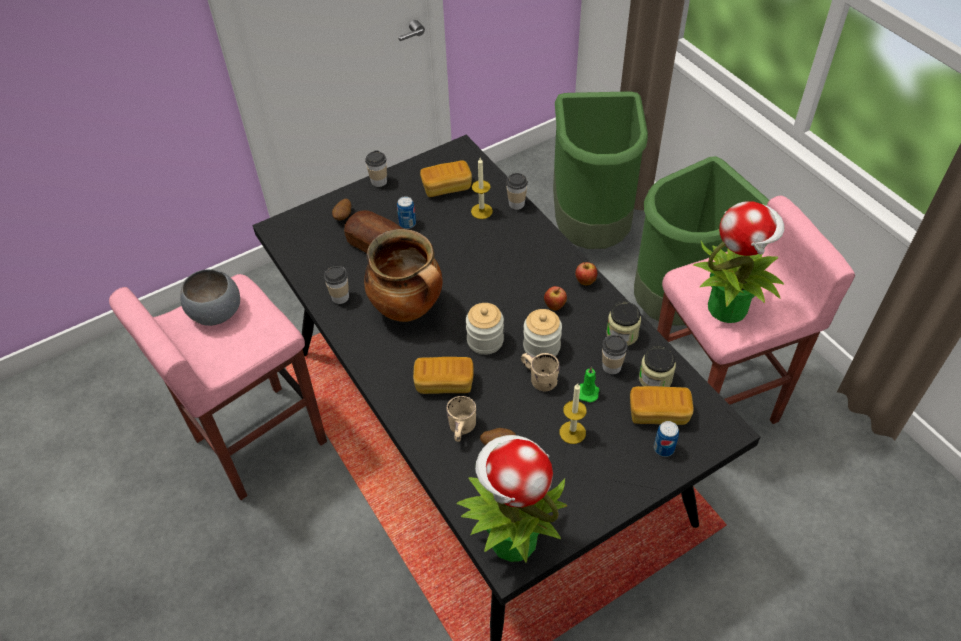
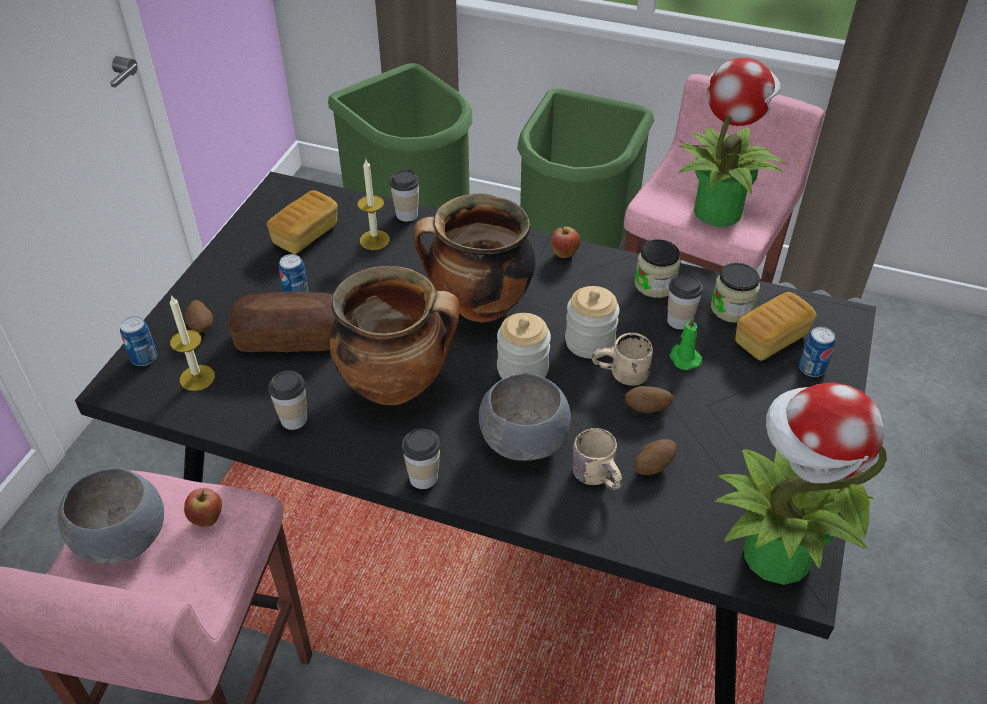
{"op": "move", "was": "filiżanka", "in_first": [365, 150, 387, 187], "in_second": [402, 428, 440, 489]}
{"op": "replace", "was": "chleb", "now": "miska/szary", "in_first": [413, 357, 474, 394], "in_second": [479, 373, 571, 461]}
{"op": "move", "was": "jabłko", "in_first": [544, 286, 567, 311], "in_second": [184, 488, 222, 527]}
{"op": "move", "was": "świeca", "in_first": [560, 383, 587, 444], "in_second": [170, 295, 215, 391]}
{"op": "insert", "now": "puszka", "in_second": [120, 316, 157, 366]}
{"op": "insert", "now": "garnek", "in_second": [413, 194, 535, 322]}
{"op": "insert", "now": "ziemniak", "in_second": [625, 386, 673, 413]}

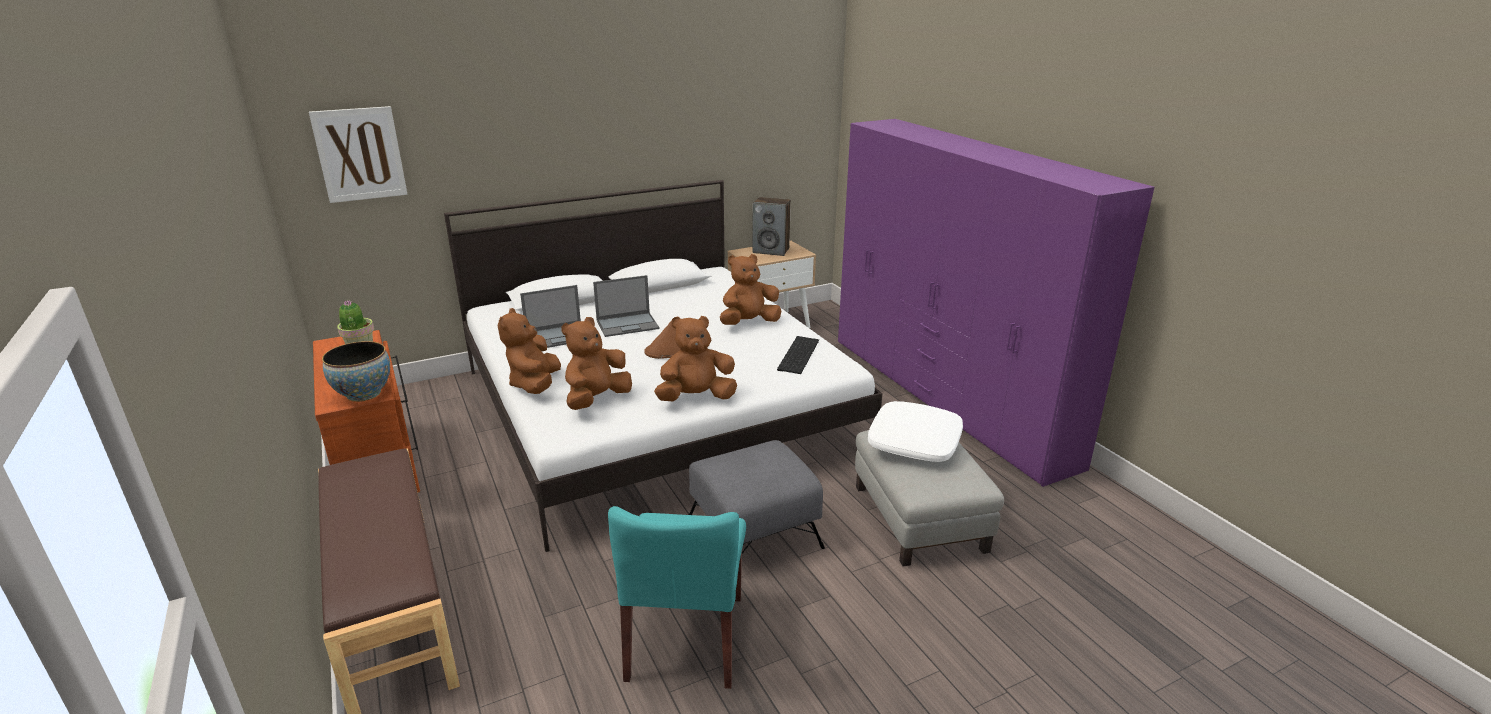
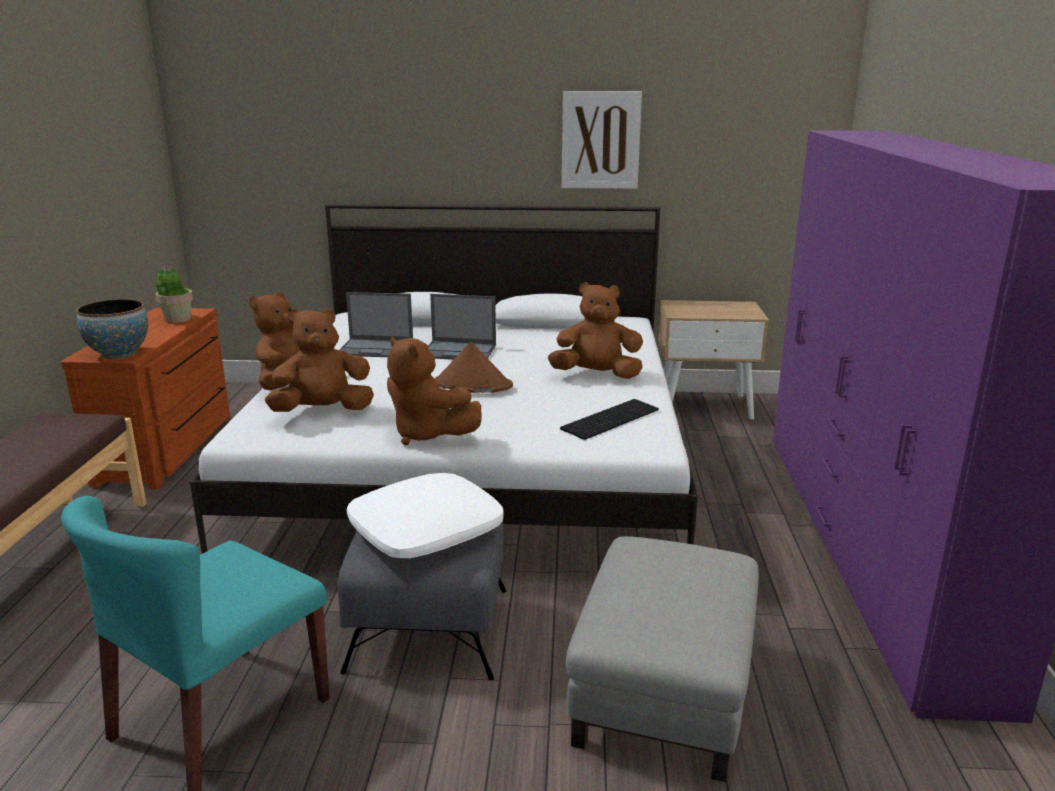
{"op": "move", "was": "obraz", "in_first": [309, 106, 408, 203], "in_second": [562, 91, 642, 189]}
{"op": "rotate", "was": "pluszak/brązowy", "in_first": [654, 316, 737, 401], "in_second": [387, 336, 481, 445], "clockwise": -150}
{"op": "delete", "was": "głośnik", "in_first": [752, 197, 791, 256]}
{"op": "move", "was": "poduszka/biały", "in_first": [868, 401, 963, 462], "in_second": [347, 473, 504, 558]}

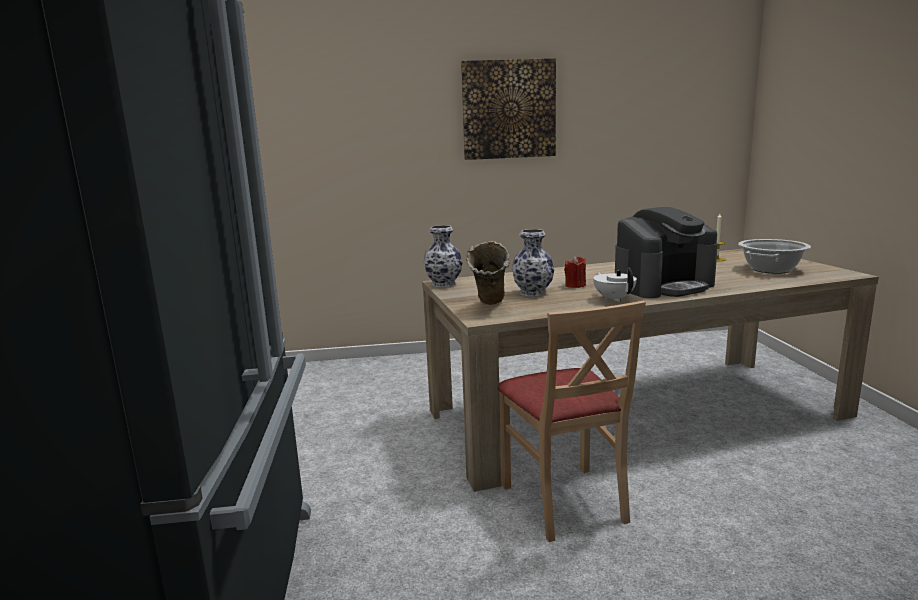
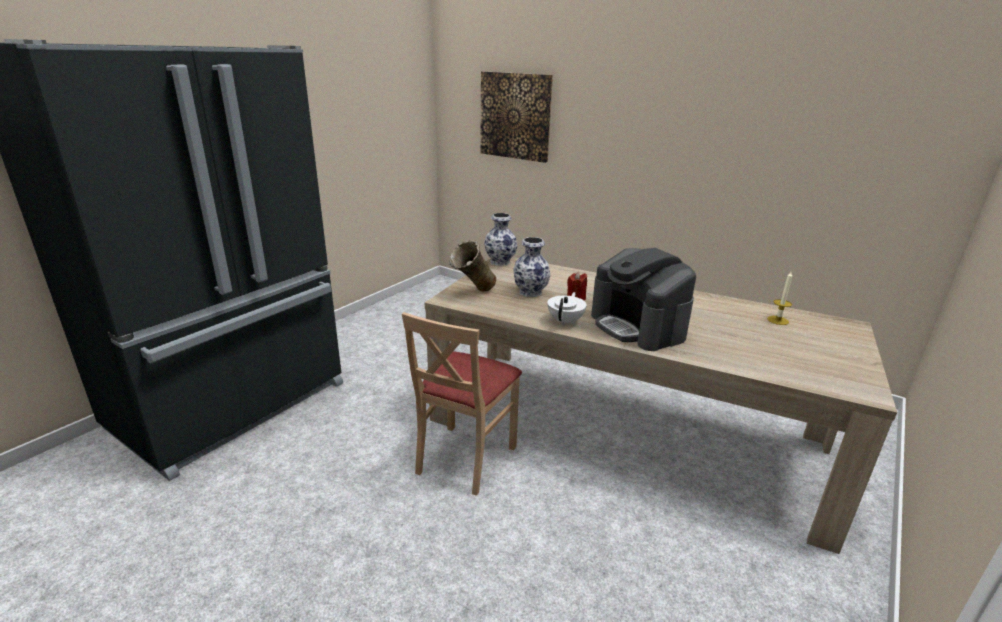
{"op": "move", "was": "obraz", "in_first": [461, 58, 556, 160], "in_second": [480, 71, 553, 163]}
{"op": "rotate", "was": "ekspres do kawy", "in_first": [615, 207, 718, 298], "in_second": [591, 248, 696, 351], "clockwise": 45}
{"op": "delete", "was": "garnek", "in_first": [738, 239, 811, 274]}

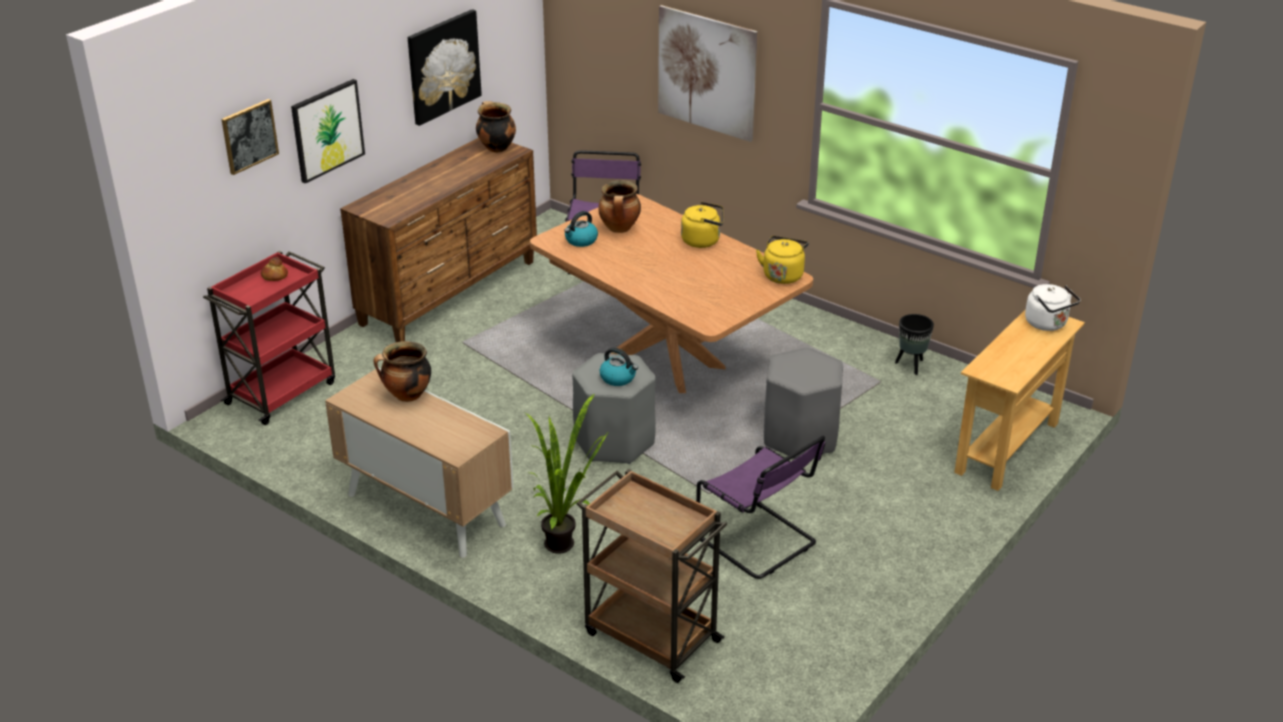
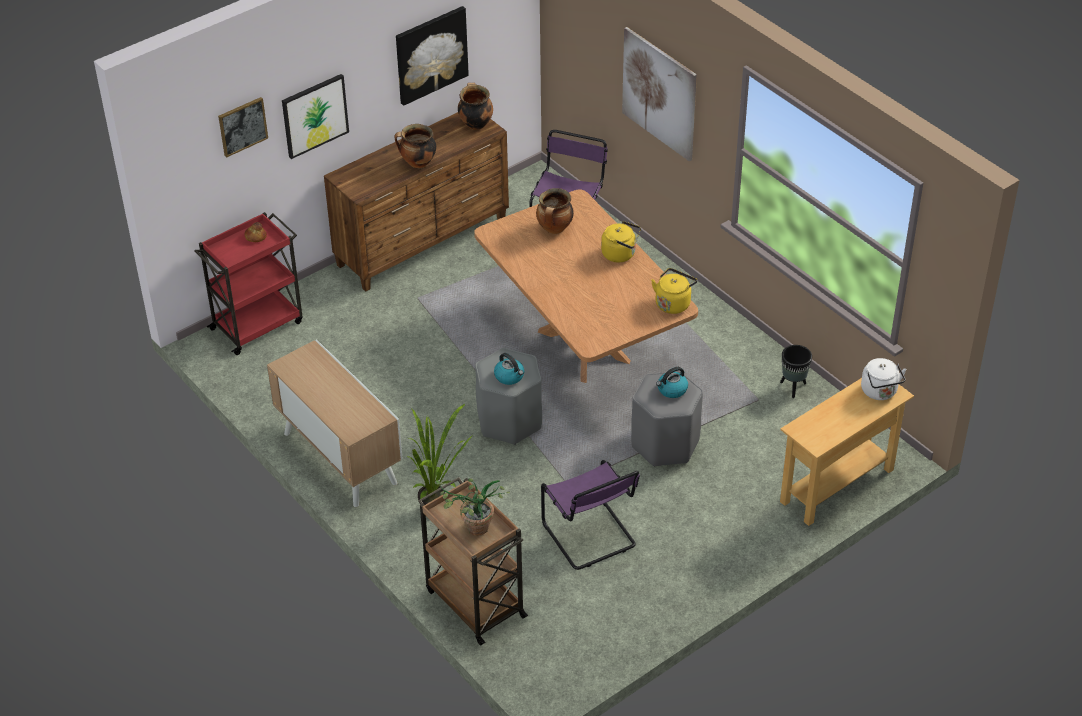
{"op": "move", "was": "garnek", "in_first": [373, 341, 431, 402], "in_second": [394, 124, 436, 169]}
{"op": "move", "was": "czajnik", "in_first": [564, 211, 598, 247], "in_second": [656, 367, 688, 398]}
{"op": "insert", "now": "roślina doniczkowa", "in_second": [435, 478, 510, 536]}

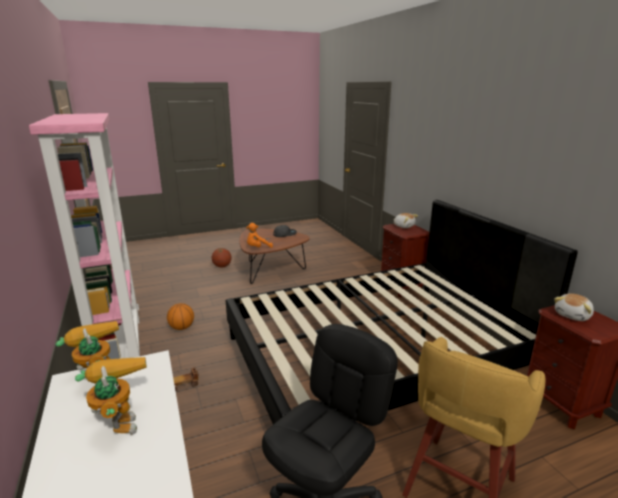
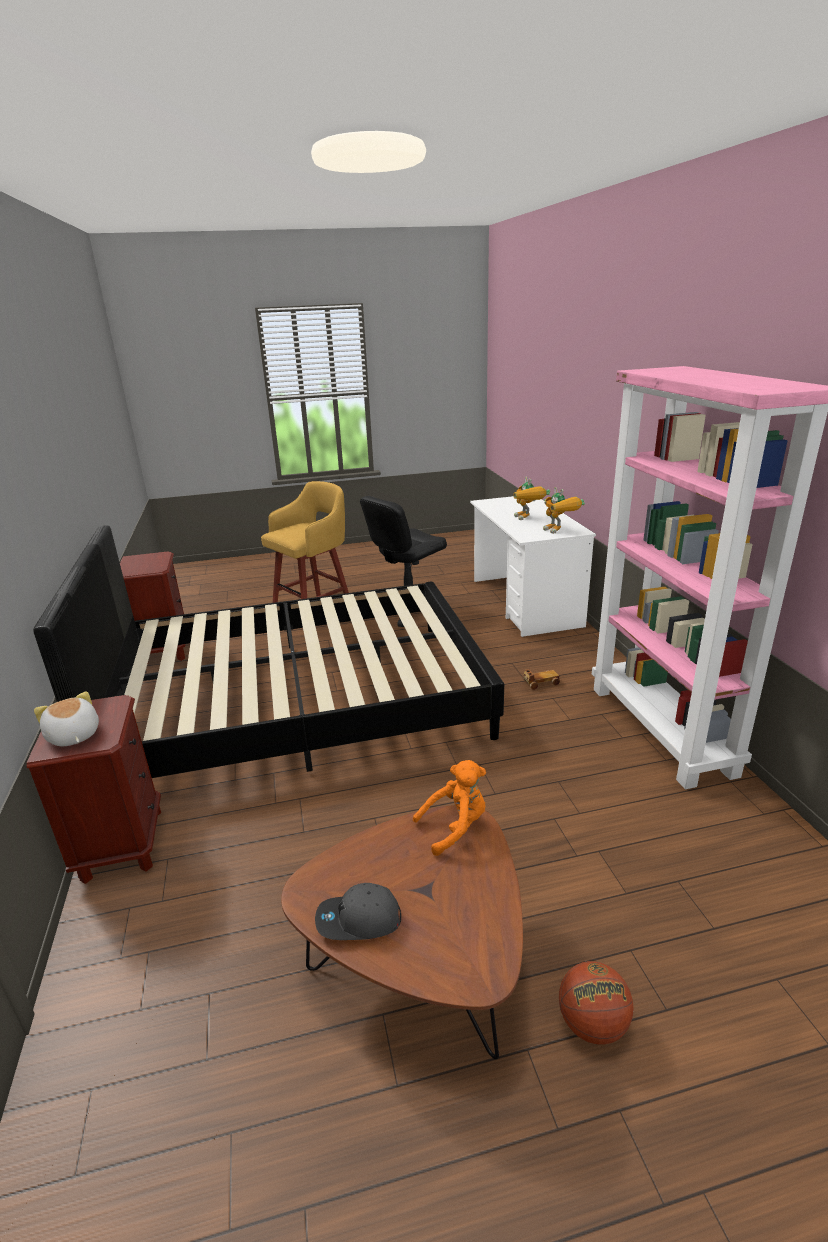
{"op": "delete", "was": "piłka do koszykówki", "in_first": [167, 303, 194, 330]}
{"op": "delete", "was": "pluszak", "in_first": [554, 293, 594, 321]}

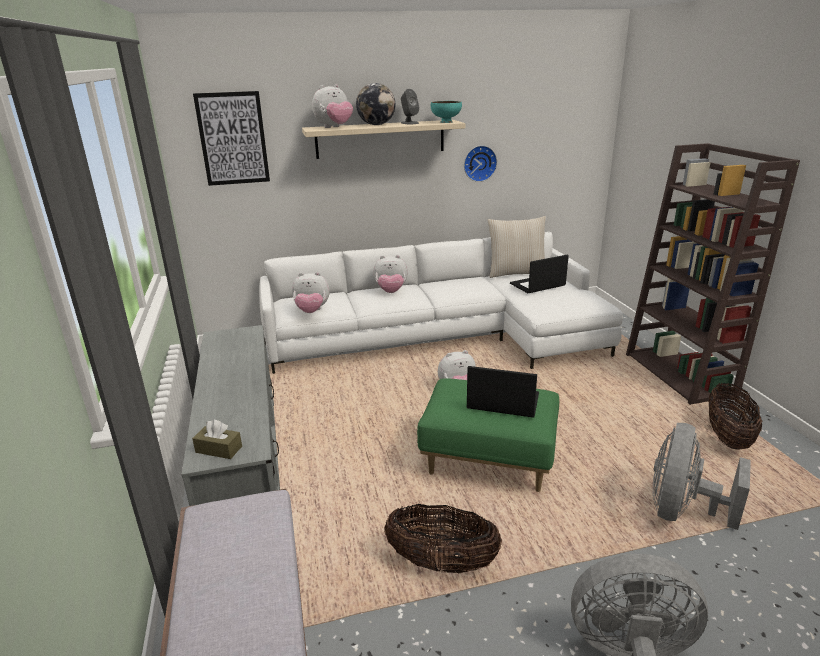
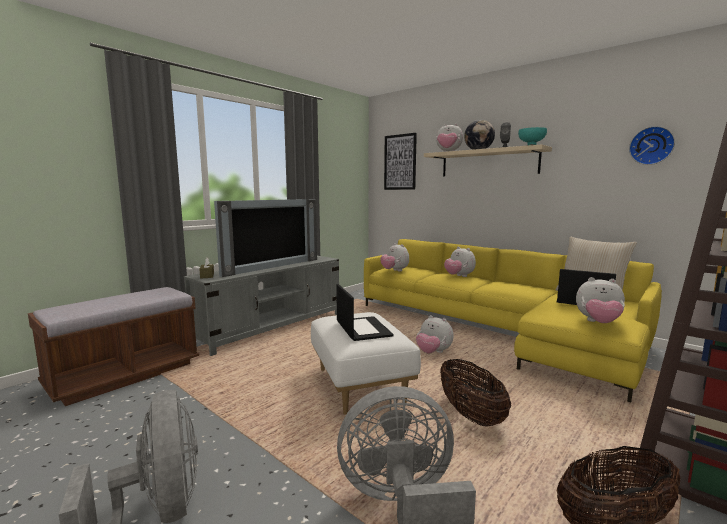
{"op": "recolor", "was": "kanapa/biały", "now": "kanapa/żółty", "in_first": [259, 232, 623, 374], "in_second": [364, 239, 662, 402]}
{"op": "move", "was": "koszyk", "in_first": [384, 504, 502, 573], "in_second": [440, 359, 511, 427]}
{"op": "recolor", "was": "pufa/zielony", "now": "pufa/biały", "in_first": [417, 379, 559, 492], "in_second": [311, 312, 421, 415]}
{"op": "move", "was": "zegar ścienny", "in_first": [464, 145, 497, 182], "in_second": [629, 126, 675, 165]}
{"op": "insert", "now": "telewizor", "in_second": [214, 199, 317, 277]}
{"op": "insert", "now": "pluszak", "in_second": [576, 277, 625, 323]}

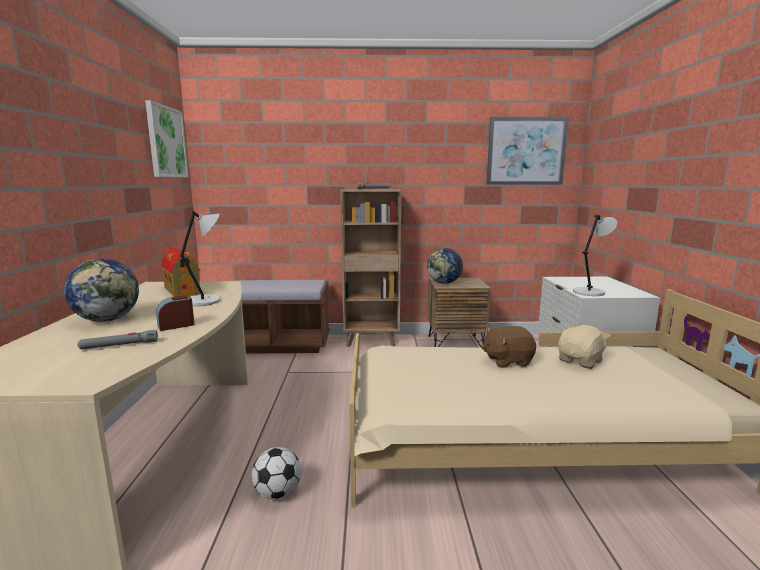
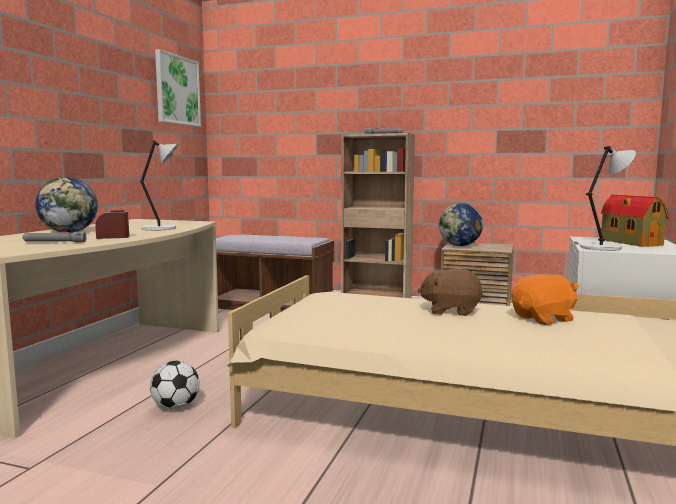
{"op": "move", "was": "domek", "in_first": [161, 248, 200, 297], "in_second": [601, 195, 669, 247]}
{"op": "delete", "was": "obraz", "in_first": [486, 117, 569, 185]}
{"op": "recolor", "was": "pluszak/beżowy", "now": "pluszak/pomarańczowy", "in_first": [558, 325, 611, 369], "in_second": [512, 275, 580, 325]}

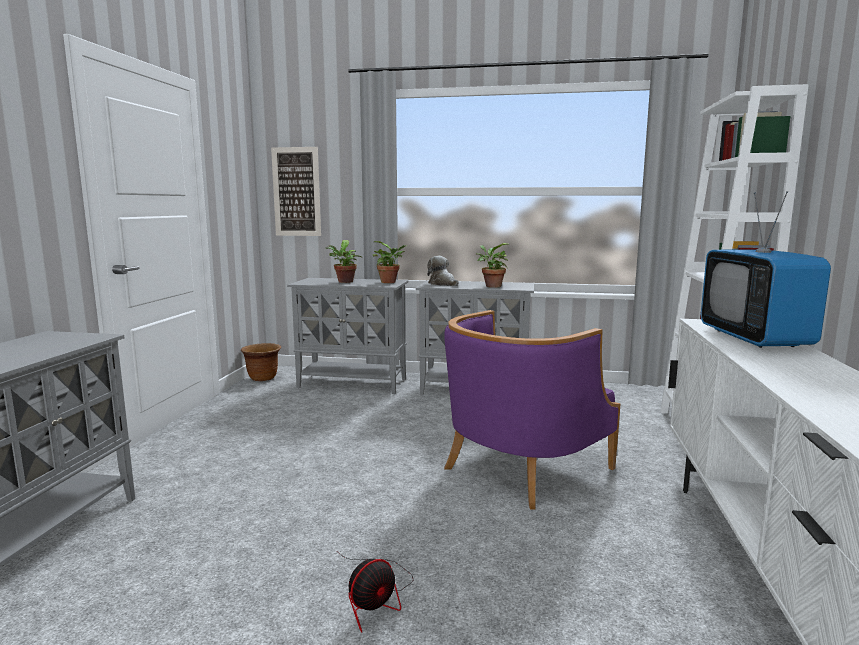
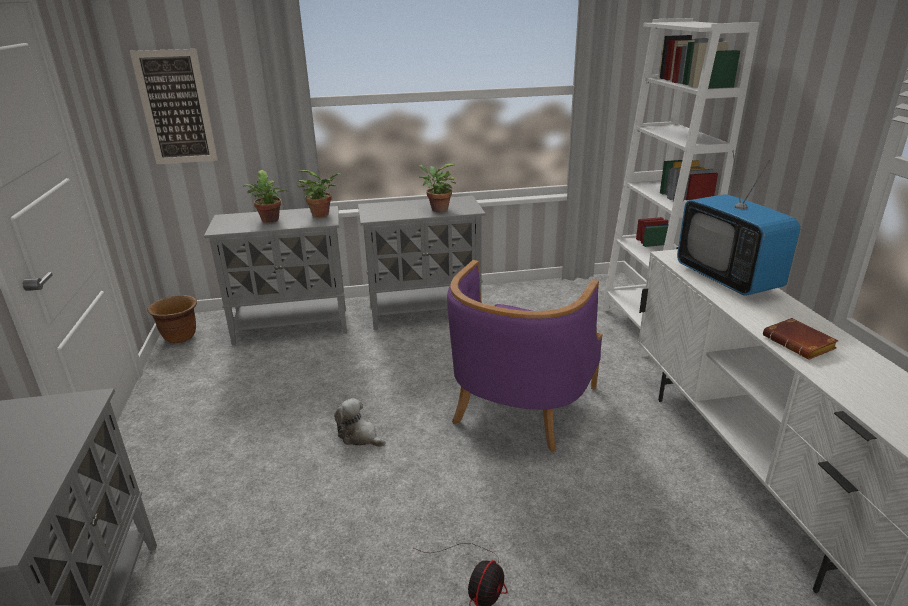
{"op": "move", "was": "pluszak", "in_first": [427, 256, 459, 286], "in_second": [334, 398, 386, 447]}
{"op": "insert", "now": "książka/brązowy", "in_second": [763, 318, 839, 360]}

